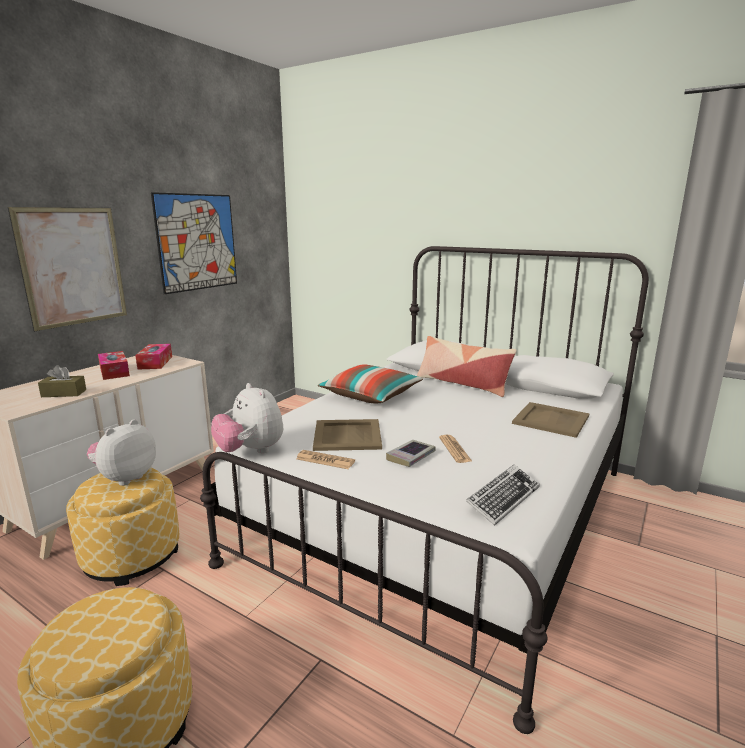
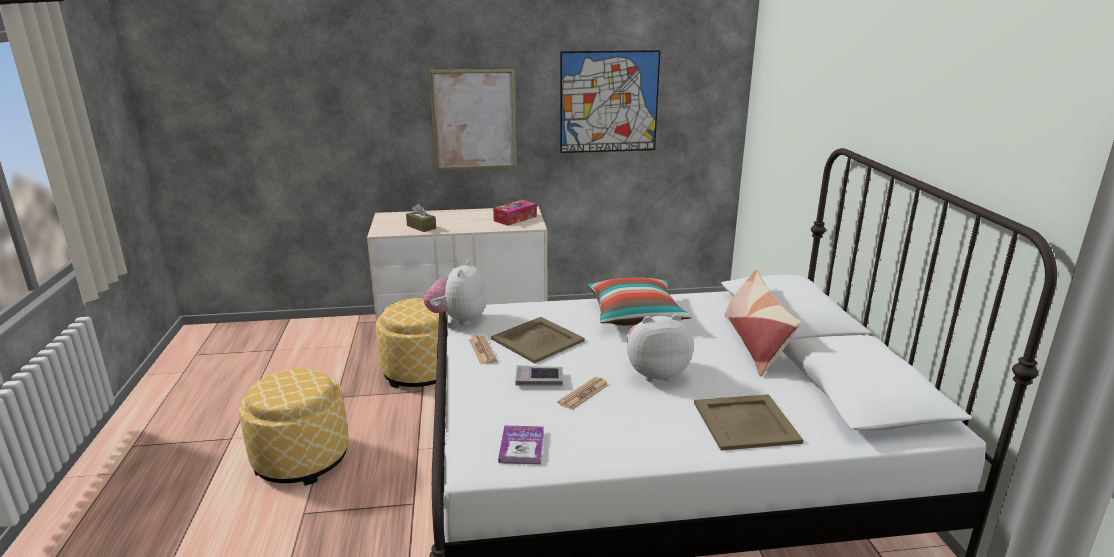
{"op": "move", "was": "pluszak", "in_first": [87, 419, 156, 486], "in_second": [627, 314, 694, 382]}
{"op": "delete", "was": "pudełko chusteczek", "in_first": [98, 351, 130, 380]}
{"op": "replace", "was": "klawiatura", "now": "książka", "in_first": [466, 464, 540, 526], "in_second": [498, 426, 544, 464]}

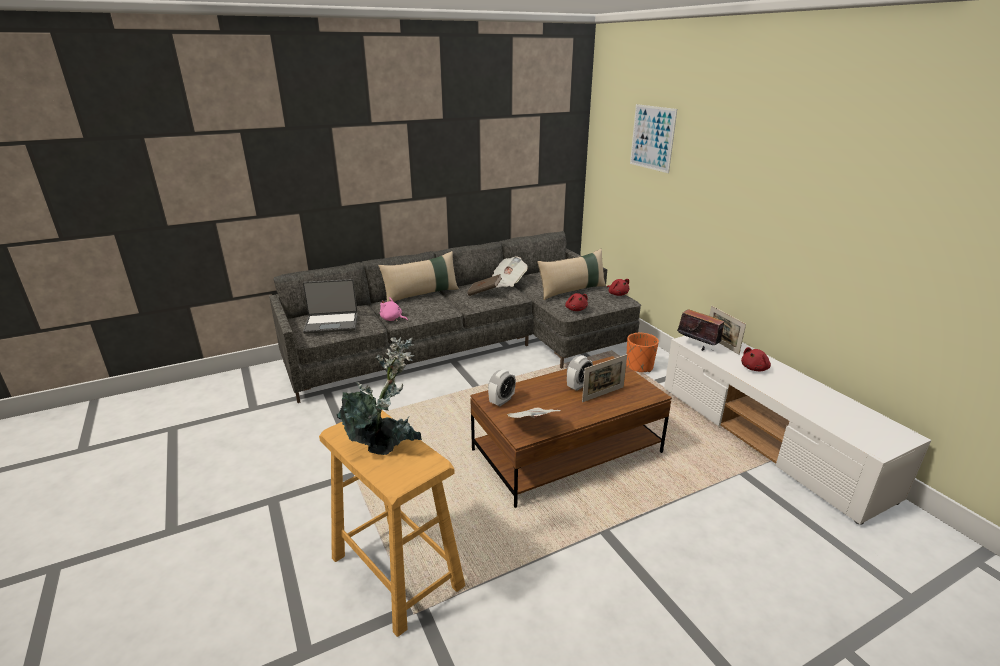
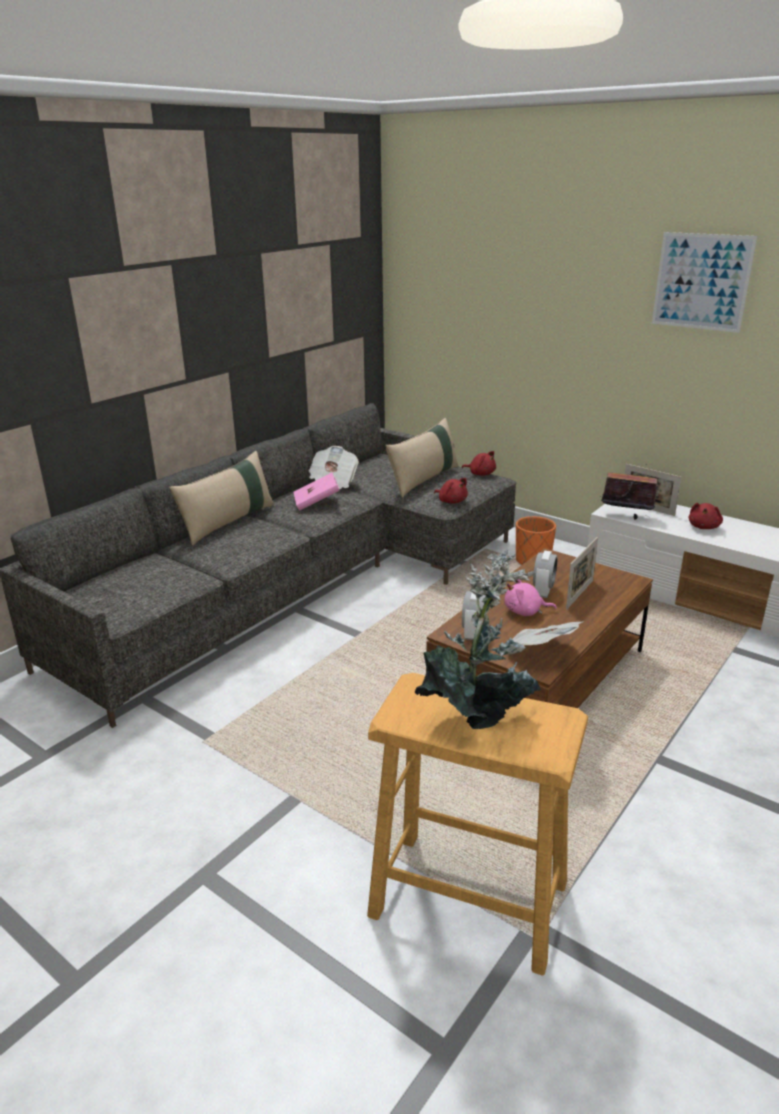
{"op": "delete", "was": "laptop", "in_first": [303, 279, 358, 334]}
{"op": "move", "was": "pluszak/różowy", "in_first": [380, 297, 408, 322], "in_second": [505, 579, 557, 616]}
{"op": "recolor", "was": "książka/brązowy", "now": "książka/różowy", "in_first": [467, 274, 502, 296], "in_second": [294, 473, 340, 511]}
{"op": "move", "was": "obraz", "in_first": [630, 104, 677, 173], "in_second": [652, 232, 757, 333]}

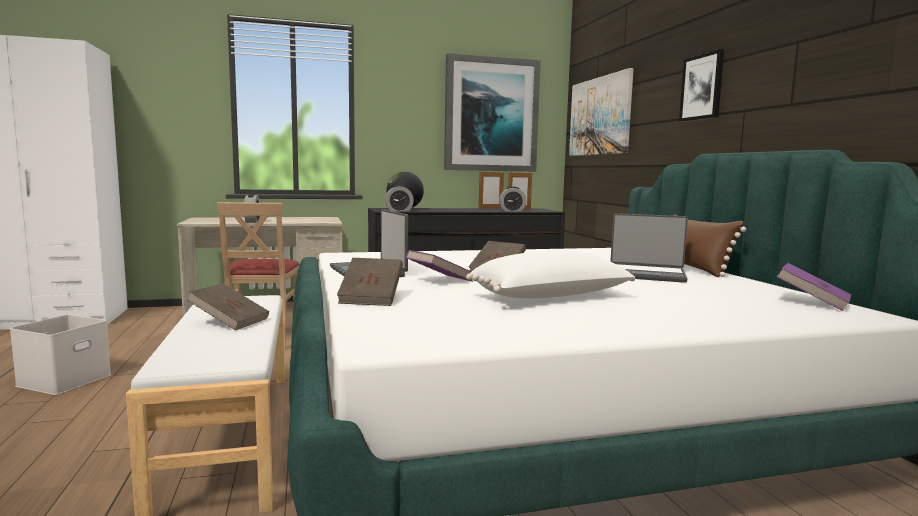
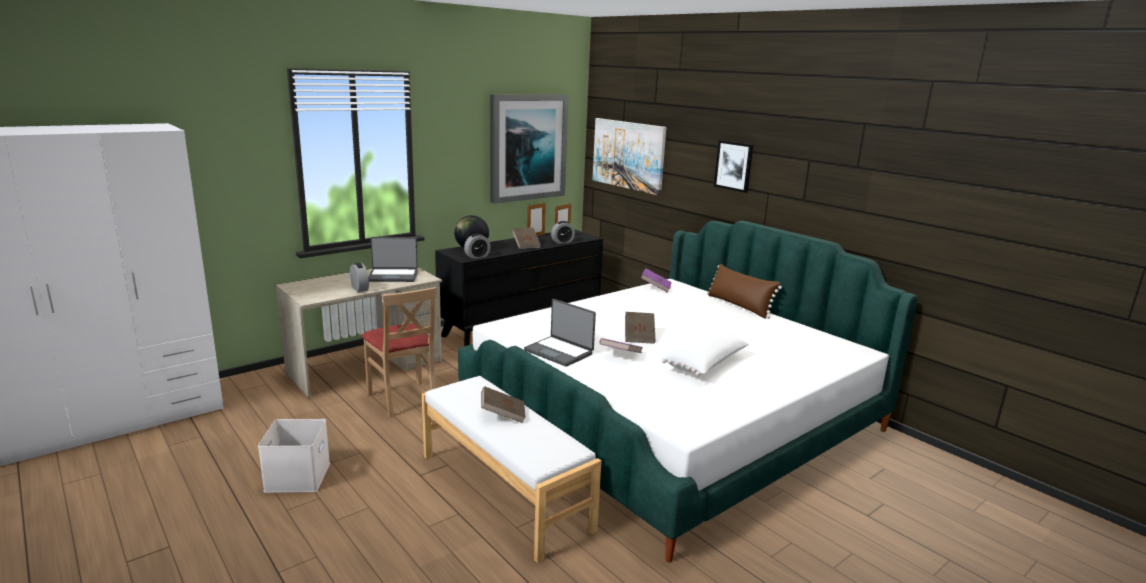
{"op": "move", "was": "książka/brązowy", "in_first": [337, 258, 403, 306], "in_second": [512, 228, 541, 249]}
{"op": "move", "was": "laptop", "in_first": [610, 213, 688, 283], "in_second": [368, 237, 418, 282]}
{"op": "move", "was": "książka/fioletowy", "in_first": [776, 263, 851, 311], "in_second": [641, 268, 672, 293]}

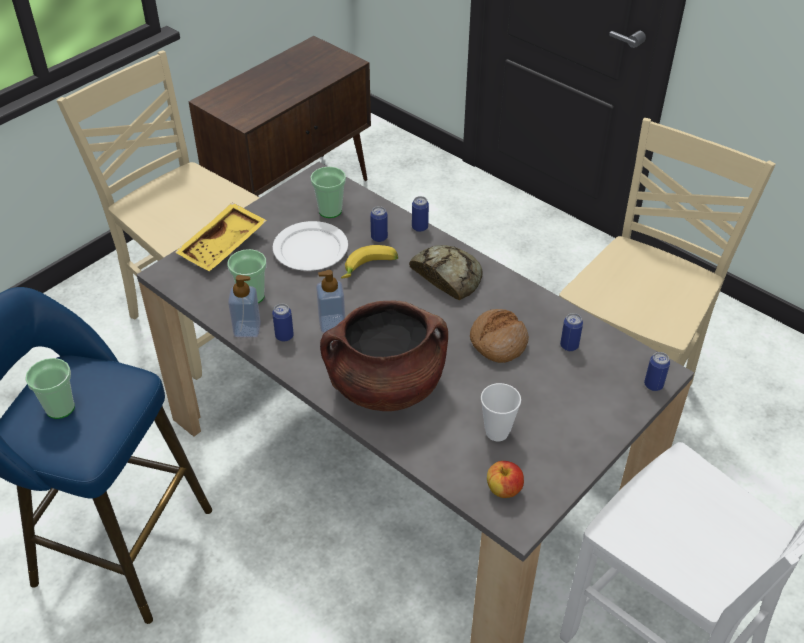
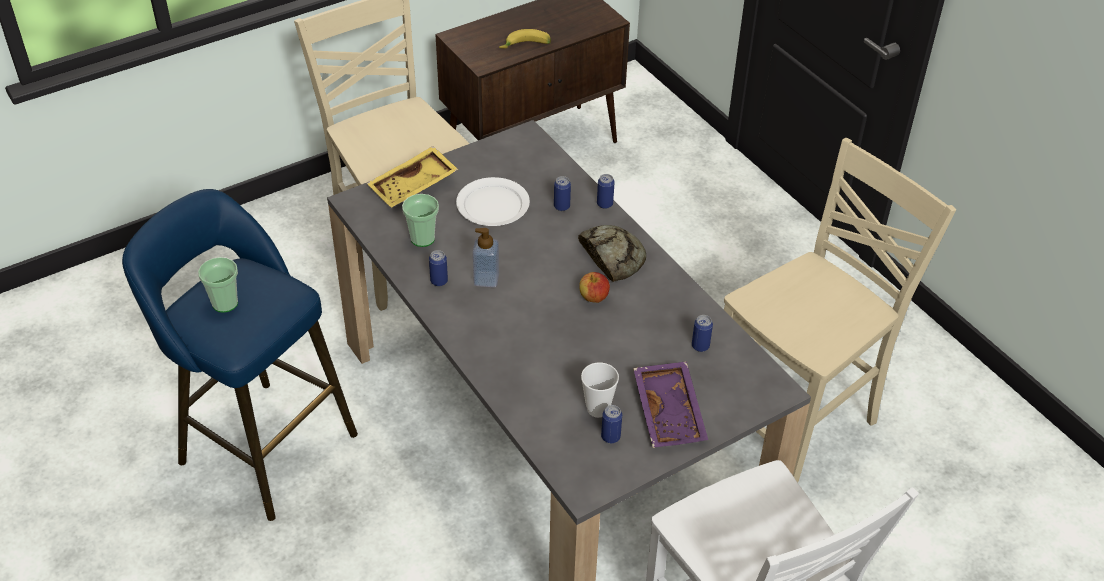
{"op": "delete", "was": "dozownik mydła", "in_first": [228, 275, 261, 337]}
{"op": "delete", "was": "filiżanka", "in_first": [310, 166, 346, 218]}
{"op": "delete", "was": "garnek/brązowy", "in_first": [320, 301, 448, 411]}
{"op": "move", "was": "banan", "in_first": [341, 245, 398, 279], "in_second": [499, 29, 551, 48]}
{"op": "delete", "was": "chleb", "in_first": [470, 309, 529, 363]}
{"op": "move", "was": "jabłko", "in_first": [487, 461, 524, 498], "in_second": [579, 272, 610, 303]}
{"op": "move", "was": "puszka", "in_first": [644, 352, 670, 391], "in_second": [601, 405, 622, 443]}
{"op": "insert", "now": "taca/fioletowy", "in_second": [633, 361, 708, 448]}

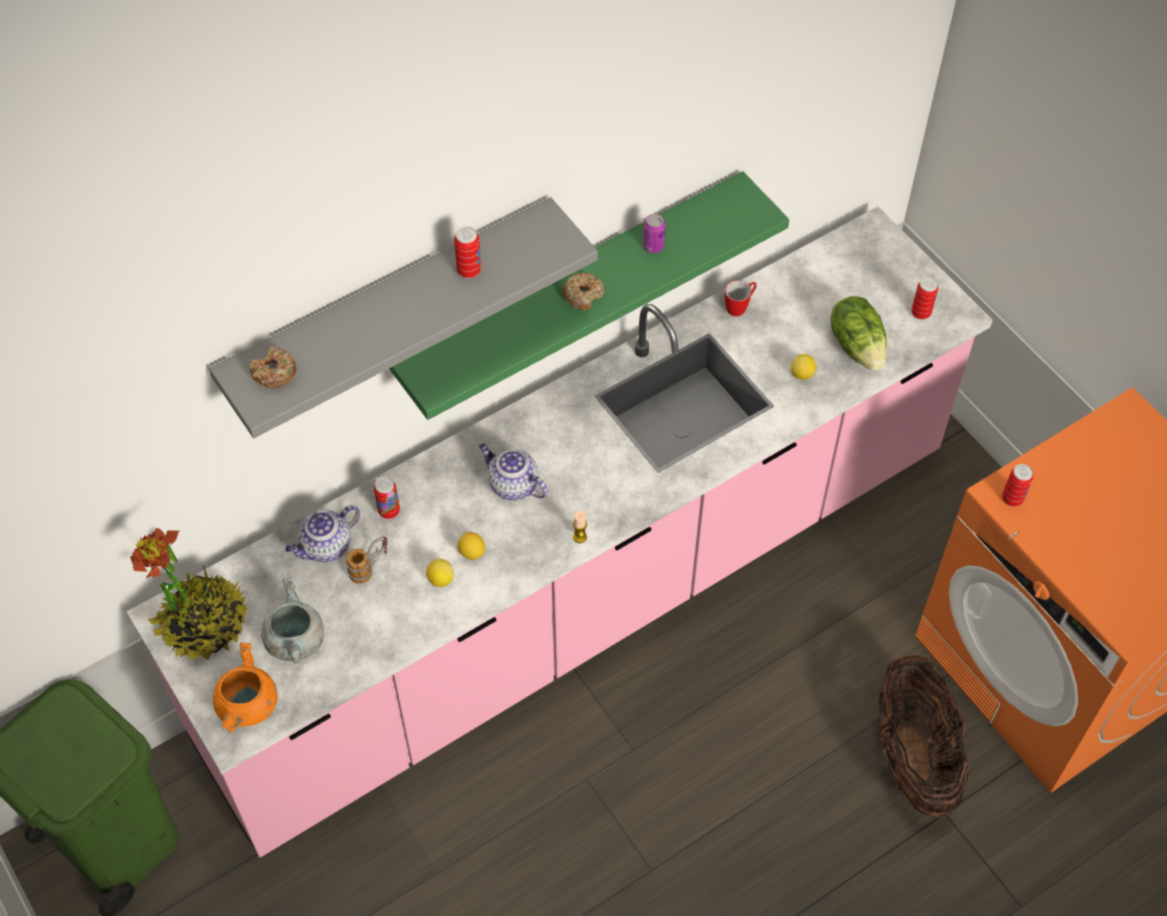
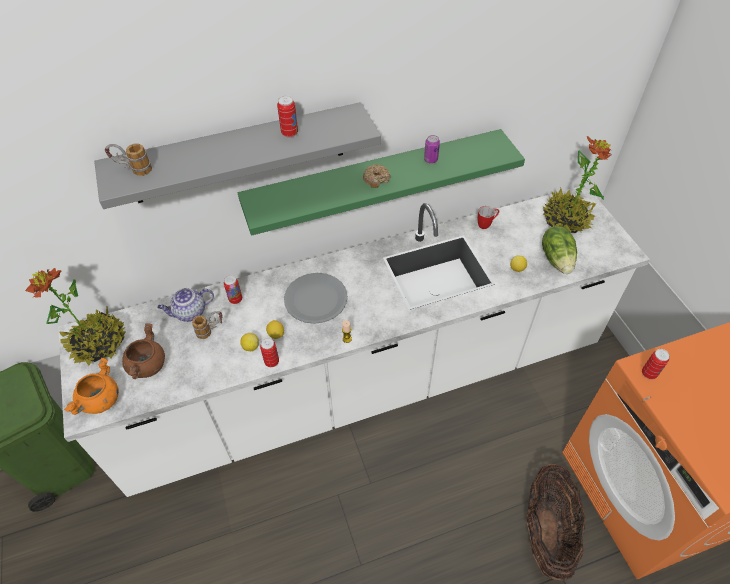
{"op": "recolor", "was": "zabudowa kuchenna/różowy", "now": "zabudowa kuchenna/biały", "in_first": [127, 206, 992, 857], "in_second": [58, 185, 650, 497]}
{"op": "replace", "was": "donut", "now": "kubek", "in_first": [250, 346, 297, 388], "in_second": [105, 143, 152, 176]}
{"op": "recolor", "was": "garnek/szary", "now": "garnek/brązowy", "in_first": [261, 578, 324, 664], "in_second": [122, 323, 165, 379]}
{"op": "replace", "was": "imbryk", "now": "talerz/szary", "in_first": [479, 443, 548, 500], "in_second": [284, 273, 348, 324]}
{"op": "move", "was": "puszka", "in_first": [911, 277, 938, 320], "in_second": [260, 338, 279, 367]}
{"op": "insert", "now": "roślina doniczkowa", "in_second": [543, 136, 612, 233]}

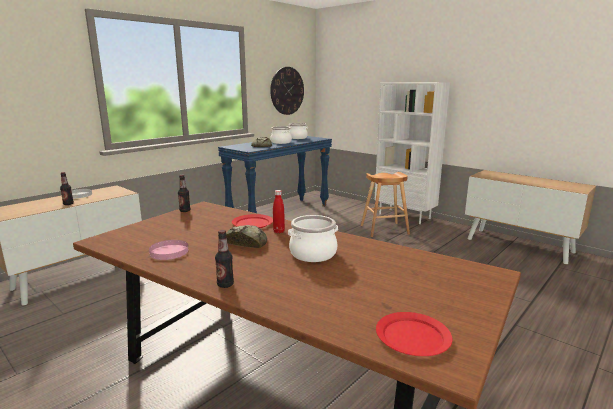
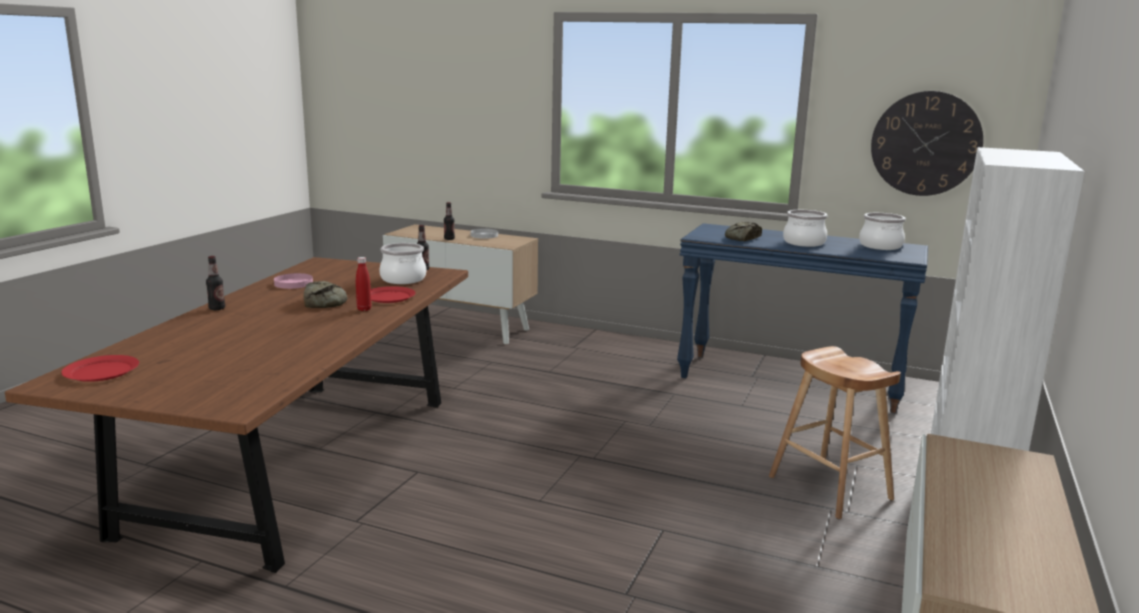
{"op": "move", "was": "garnek", "in_first": [288, 215, 338, 262], "in_second": [379, 243, 426, 284]}

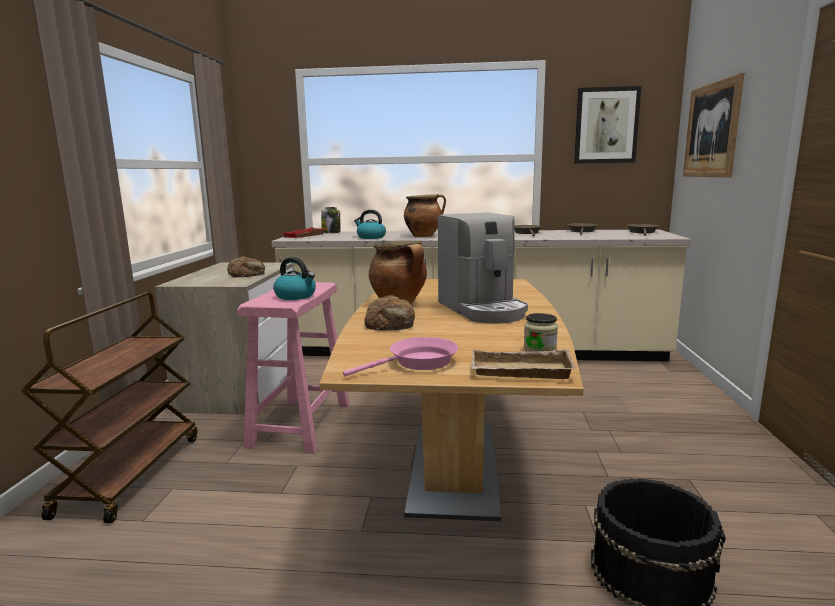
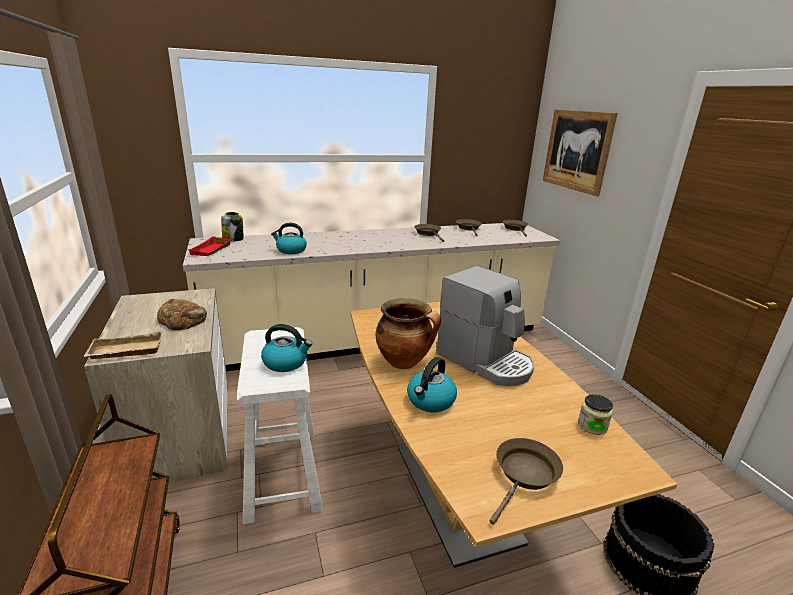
{"op": "recolor", "was": "stołek/różowy", "now": "stołek/biały", "in_first": [237, 282, 350, 454], "in_second": [237, 327, 323, 524]}
{"op": "recolor", "was": "patelnia/różowy", "now": "patelnia/brązowy", "in_first": [343, 337, 458, 376], "in_second": [490, 438, 563, 525]}
{"op": "replace", "was": "chleb", "now": "czajnik", "in_first": [364, 295, 415, 331], "in_second": [407, 357, 457, 413]}
{"op": "delete", "was": "garnek", "in_first": [404, 194, 446, 237]}
{"op": "move", "was": "taca/beżowy", "in_first": [471, 349, 576, 379], "in_second": [83, 331, 163, 359]}
{"op": "delete", "was": "obraz", "in_first": [574, 86, 641, 164]}

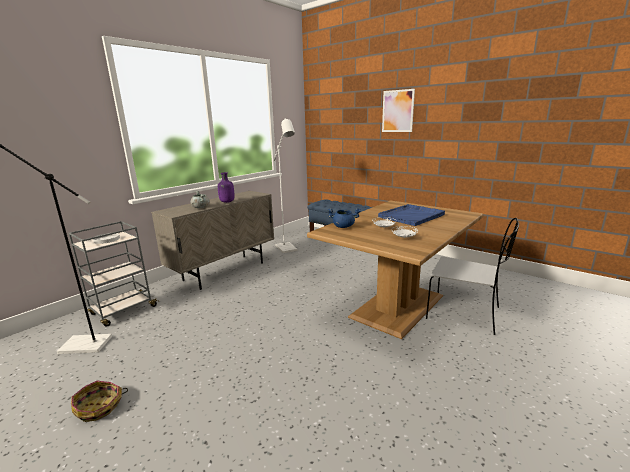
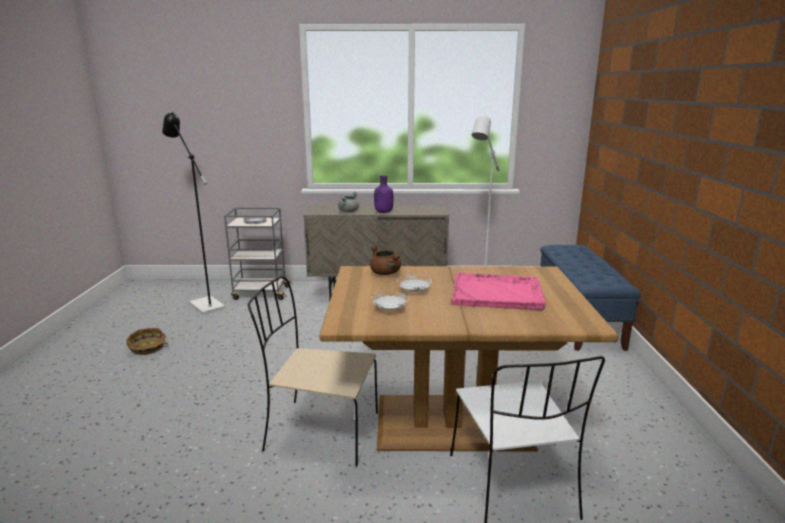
{"op": "recolor", "was": "garnek/niebieski", "now": "garnek/brązowy", "in_first": [327, 208, 361, 228], "in_second": [370, 245, 401, 275]}
{"op": "recolor", "was": "taca/niebieski", "now": "taca/różowy", "in_first": [378, 204, 445, 226], "in_second": [451, 273, 546, 310]}
{"op": "delete", "was": "obraz", "in_first": [382, 89, 415, 132]}
{"op": "insert", "now": "krzesło/beżowy", "in_second": [248, 276, 378, 467]}

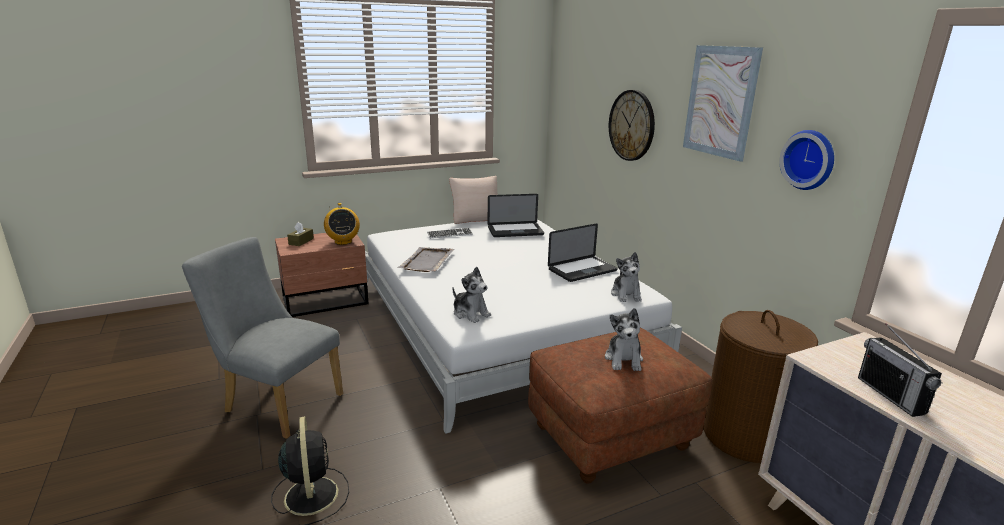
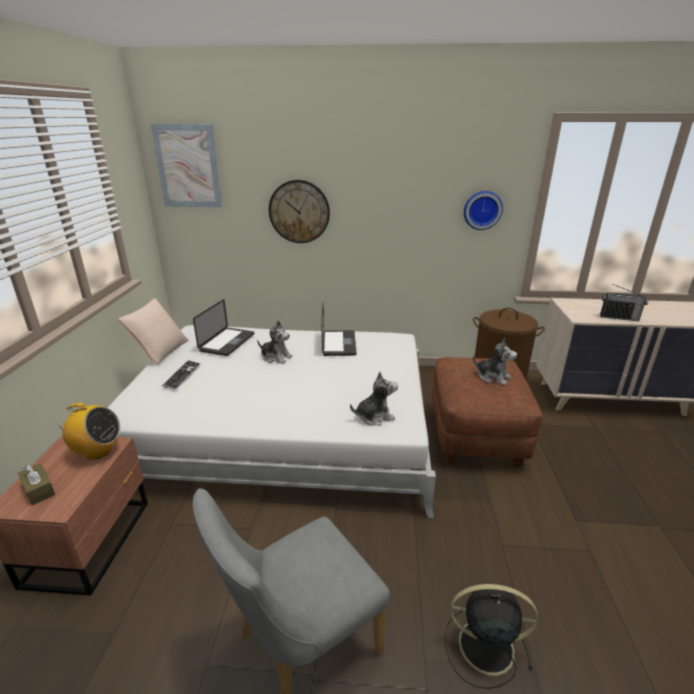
{"op": "delete", "was": "taca/szary", "in_first": [398, 247, 454, 272]}
{"op": "move", "was": "pluszak", "in_first": [611, 252, 642, 302], "in_second": [257, 321, 293, 364]}
{"op": "move", "was": "obraz", "in_first": [683, 45, 763, 162], "in_second": [151, 124, 222, 207]}

